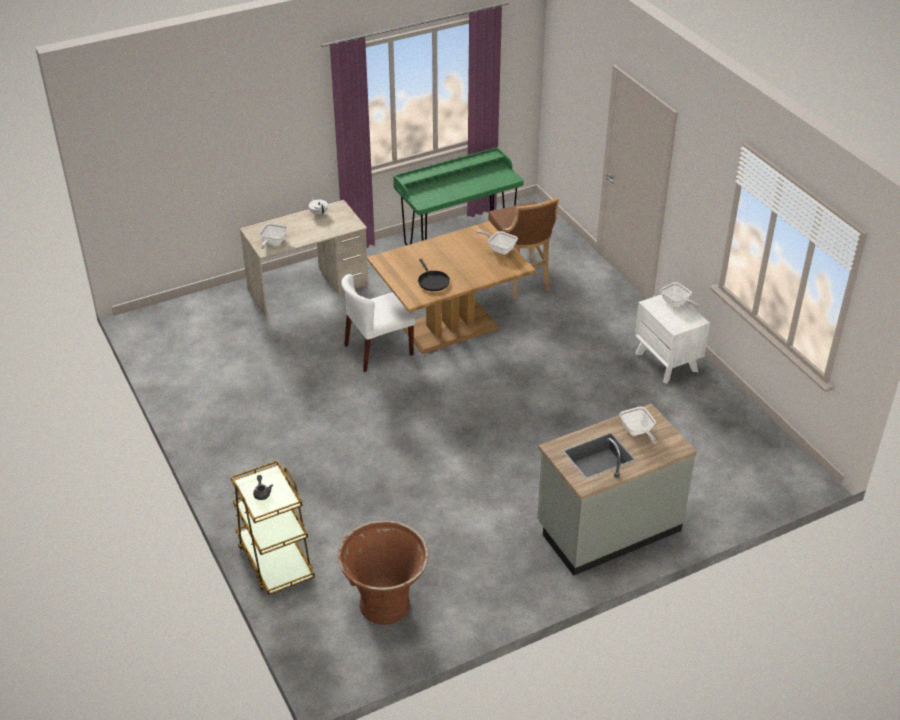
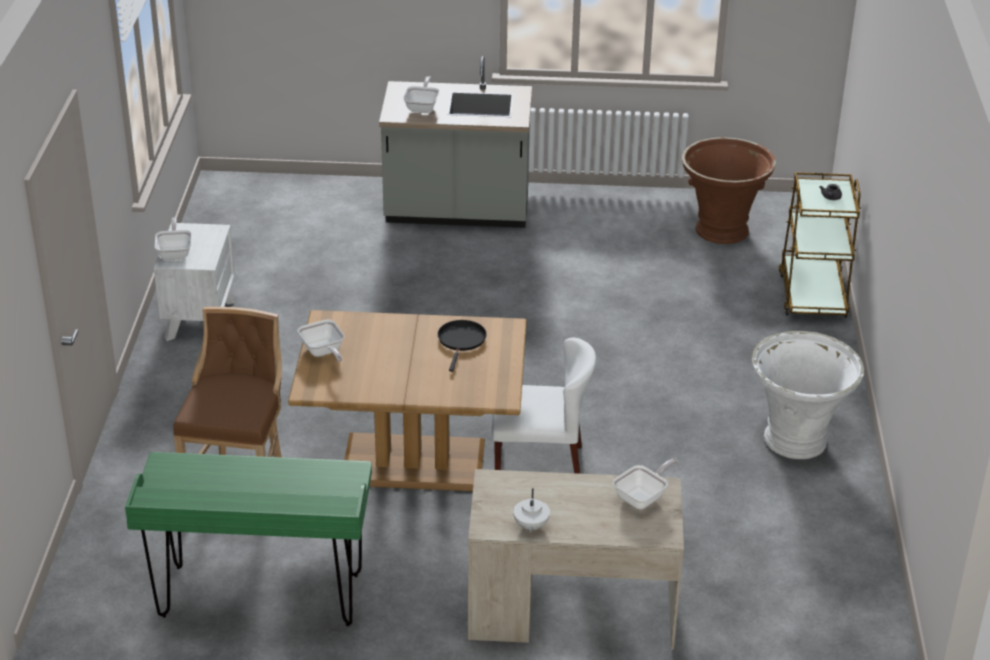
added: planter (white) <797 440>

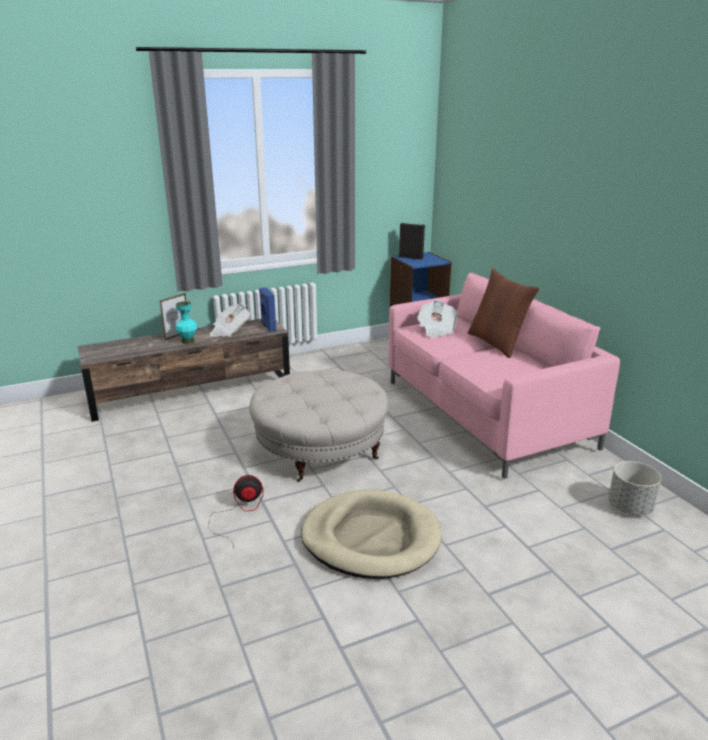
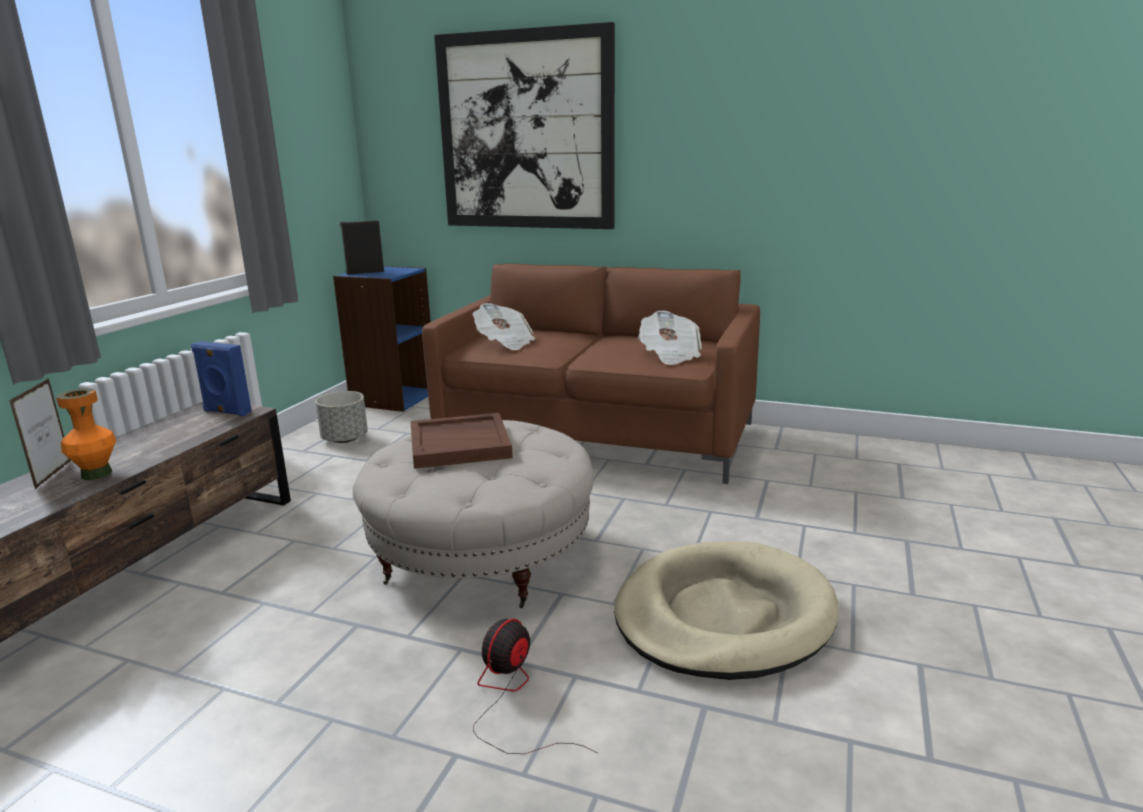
removed: pillow (brown) <496 344>
added: tray (brown) <460 444>; picture <526 132>
moved: planter (grey) <629 507> to <344 439>; newspaper <229 331> to <669 355>
recoloured: vase (turquoise) <188 341> to vase (orange) <96 474>; sofa (pink) <484 414> to sofa (brown) <596 437>

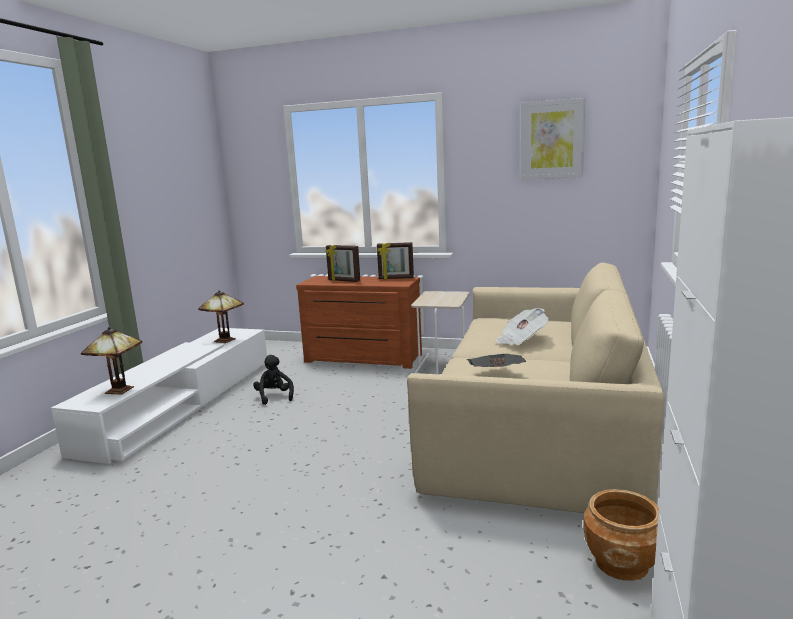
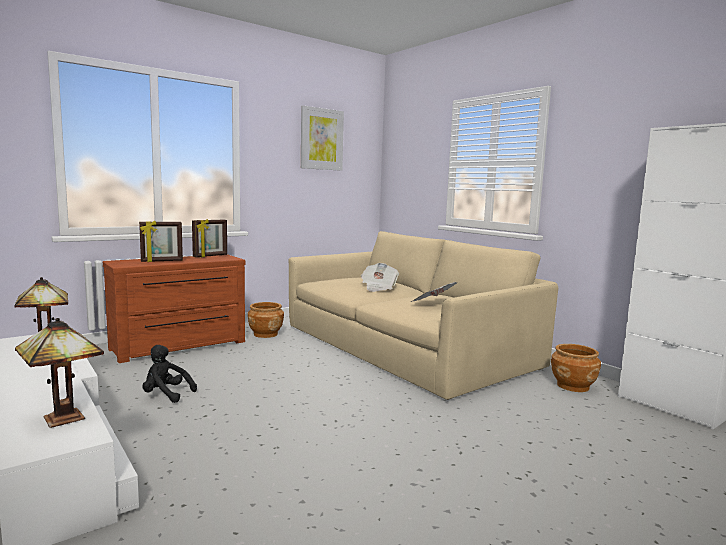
replaced: side table (beige) <443 365> to planter (brown) <265 334>

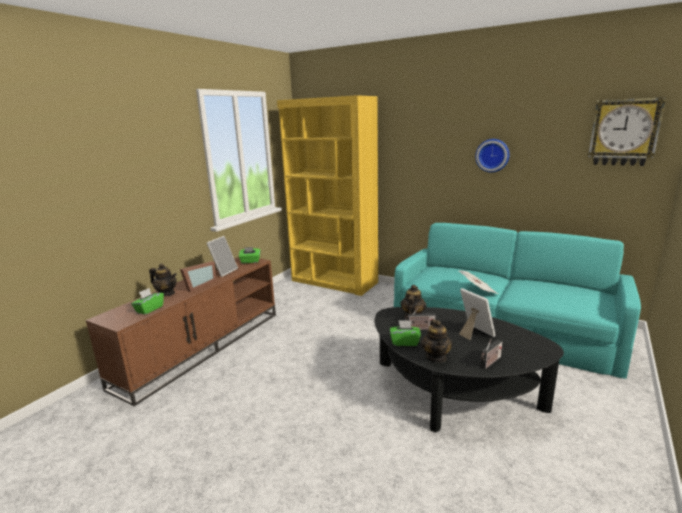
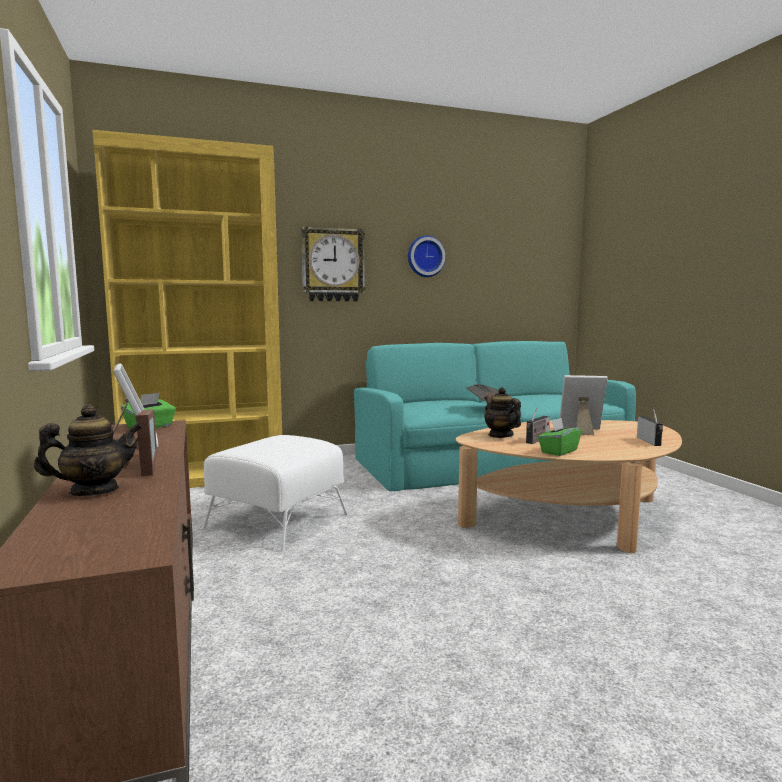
removed: tissue box (green) <149 309>; teapot <436 357>
added: ottoman (white) <276 521>
moved: wall clock <624 132> to <333 265>
recoloured: coffee table (black) <453 392> to coffee table (beige) <572 518>

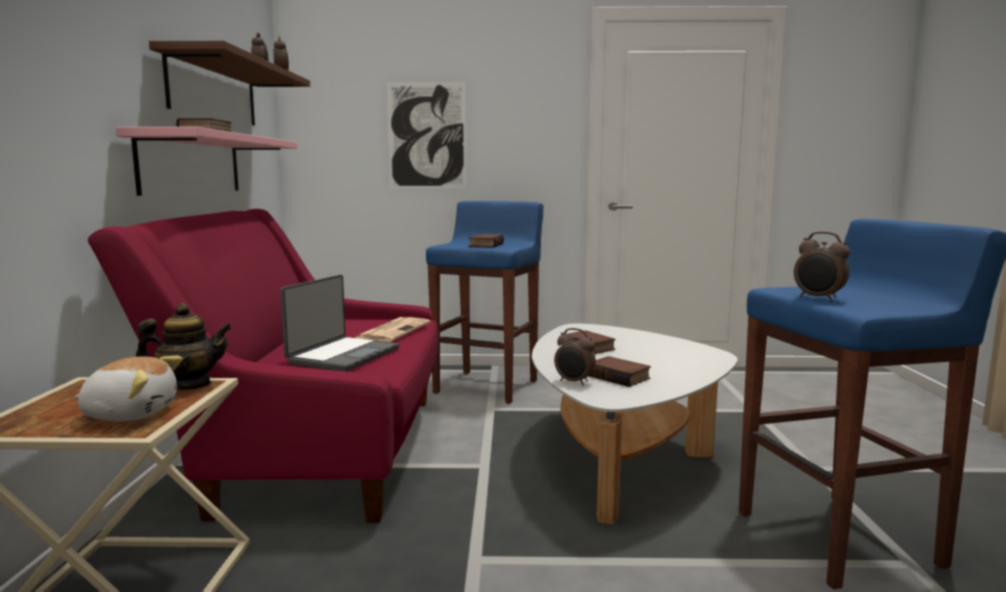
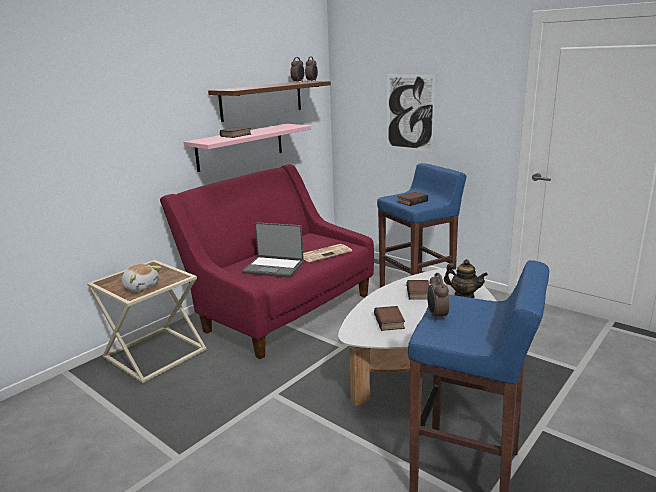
removed: alarm clock <574 382>
moved: teapot <188 385> to <464 296>
turned: laptop <342 356> = <274 267> 45 degrees clockwise

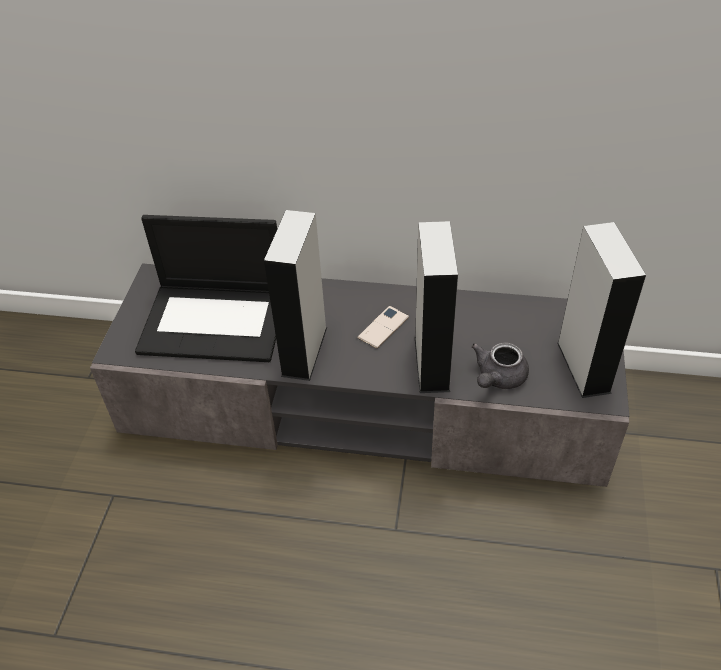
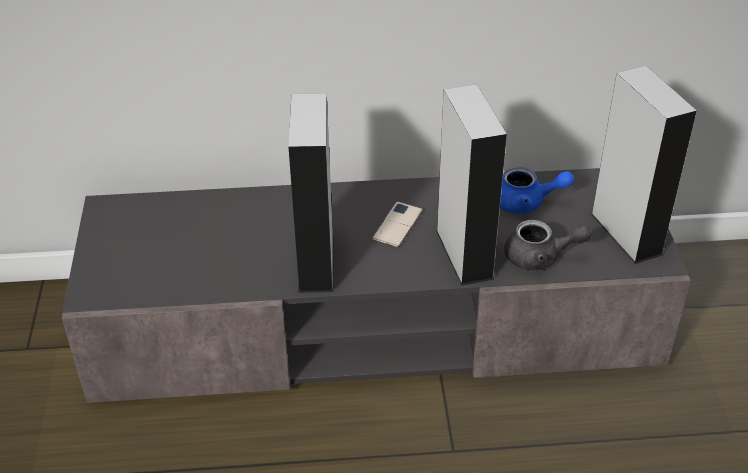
removed: laptop <216 321>
added: teapot (blue) <526 203>
turned: teapot (grey) <497 378> = <540 258> 105 degrees counterclockwise

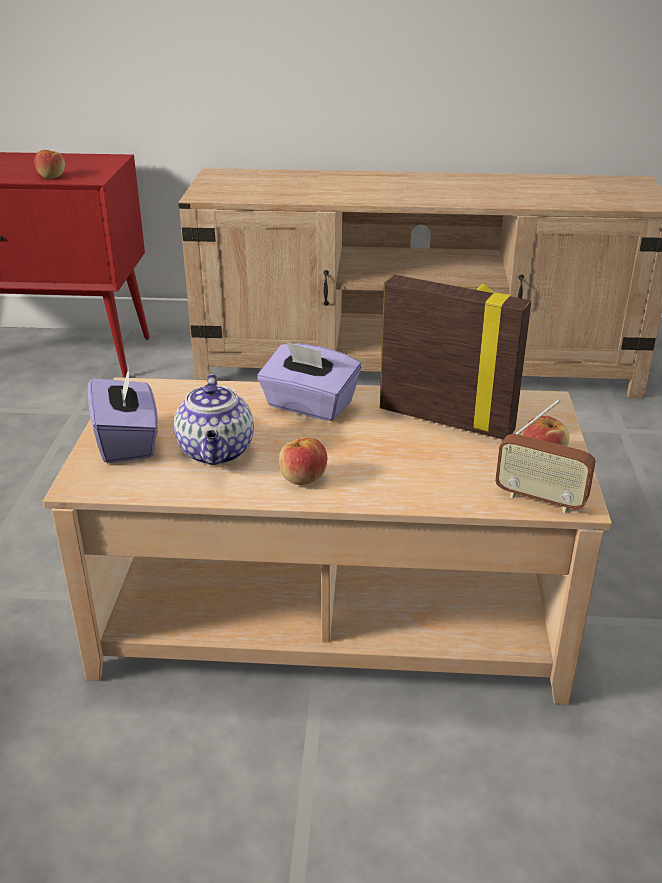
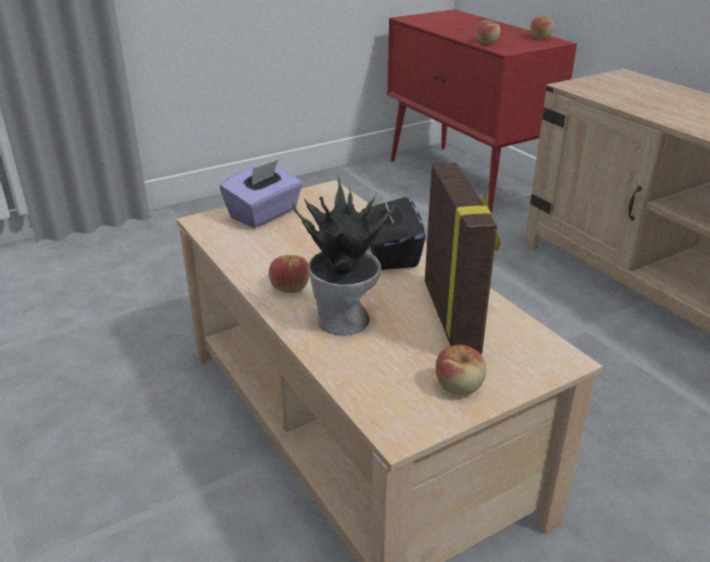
removed: teapot <217 453>; radio <540 499>
added: potted plant <345 321>; apple <540 37>
recoloured: tissue box (purple) <309 406> to tissue box (black) <390 253>

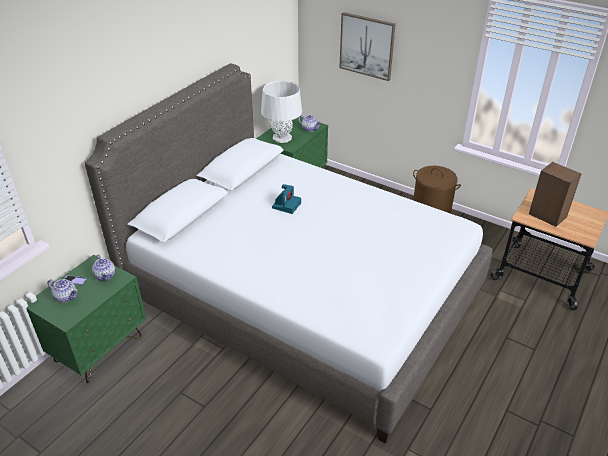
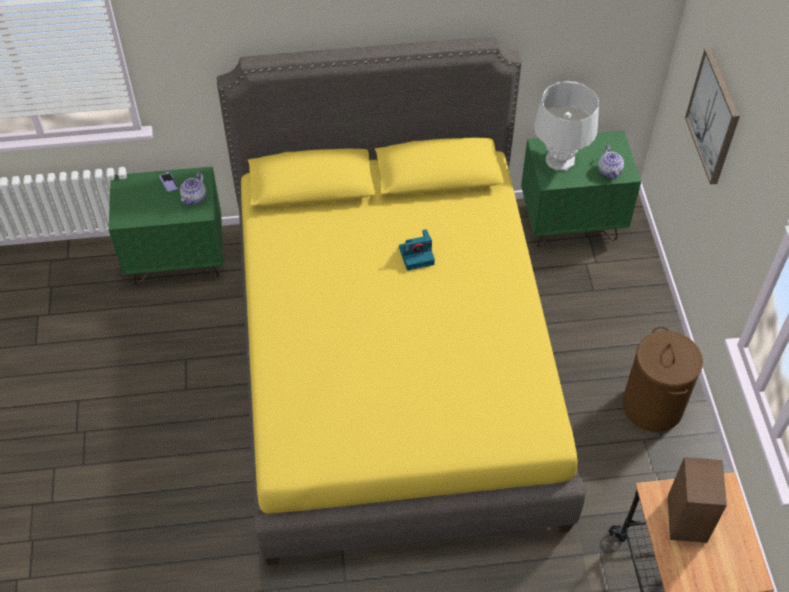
removed: teapot <66 297>
recoloured: bed (grey) <302 297> to bed (yellow) <393 366>

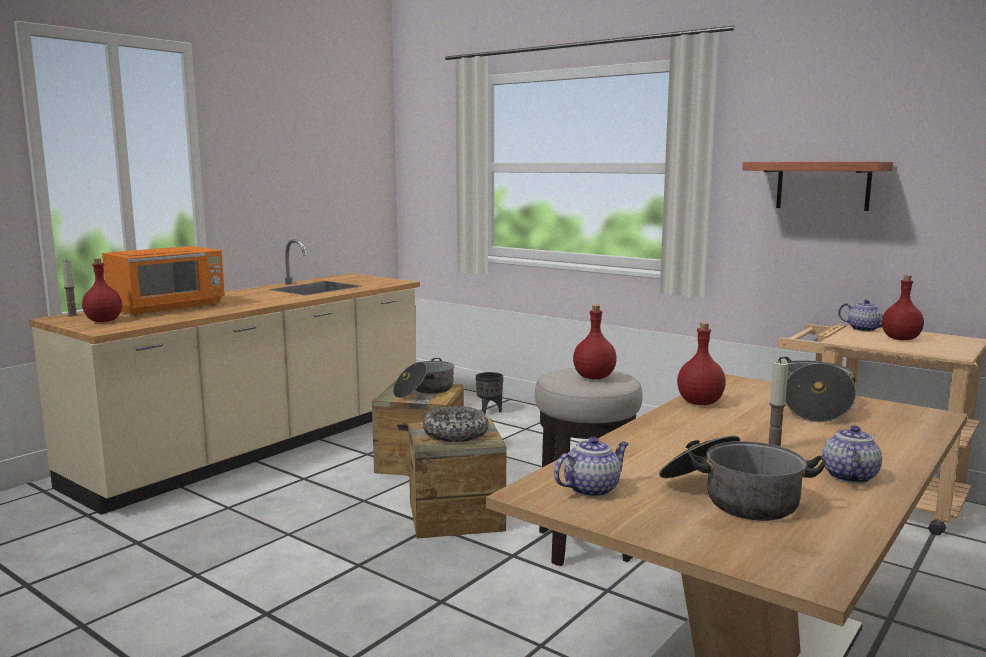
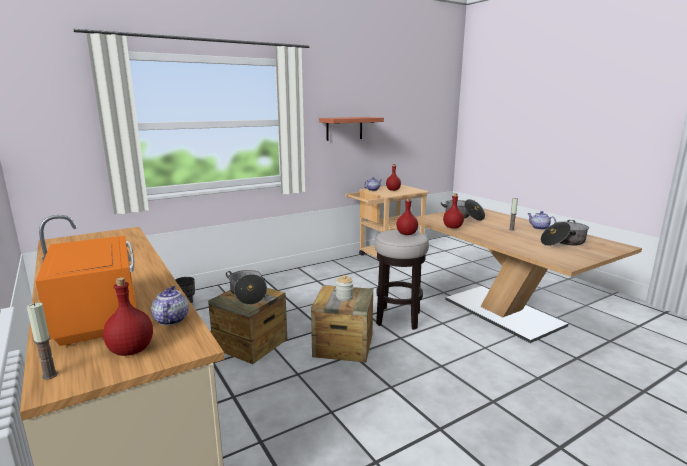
moved: teapot <592 489> to <171 319>
replaced: bowl <455 434> to jar <344 297>

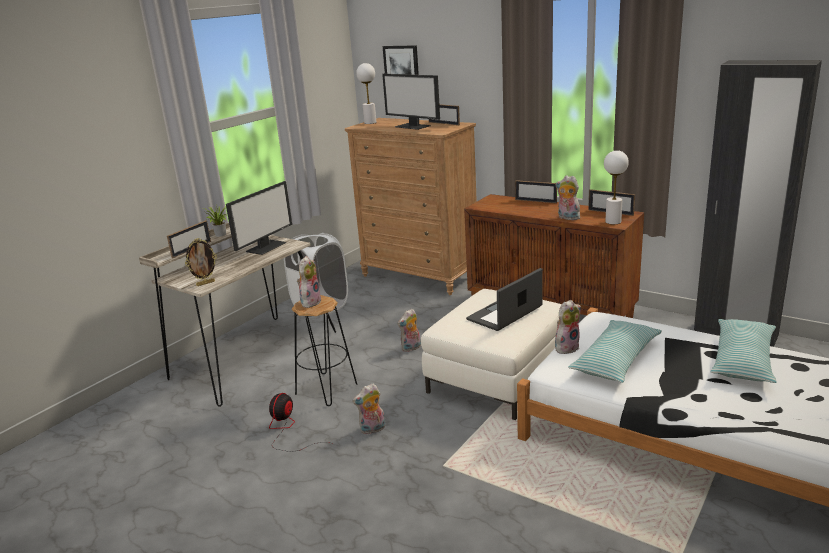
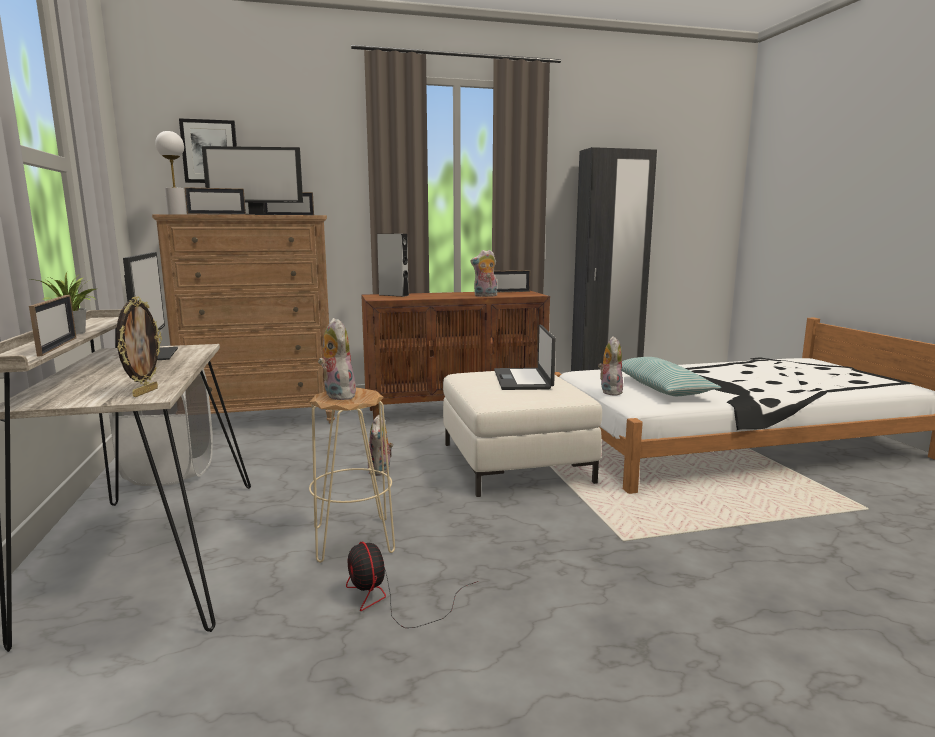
removed: plush toy <372 430>; table lamp (white) <613 222>; pillow <743 360>
added: speaker (grey) <393 295>
moved: picture frame <535 201> to <216 214>
recoloured: stool (black) <326 389> to stool (beige) <353 540>

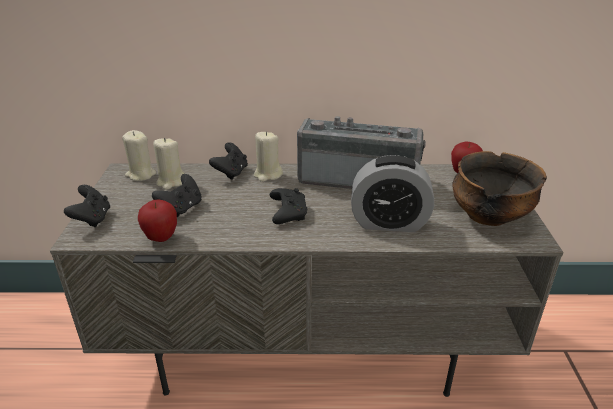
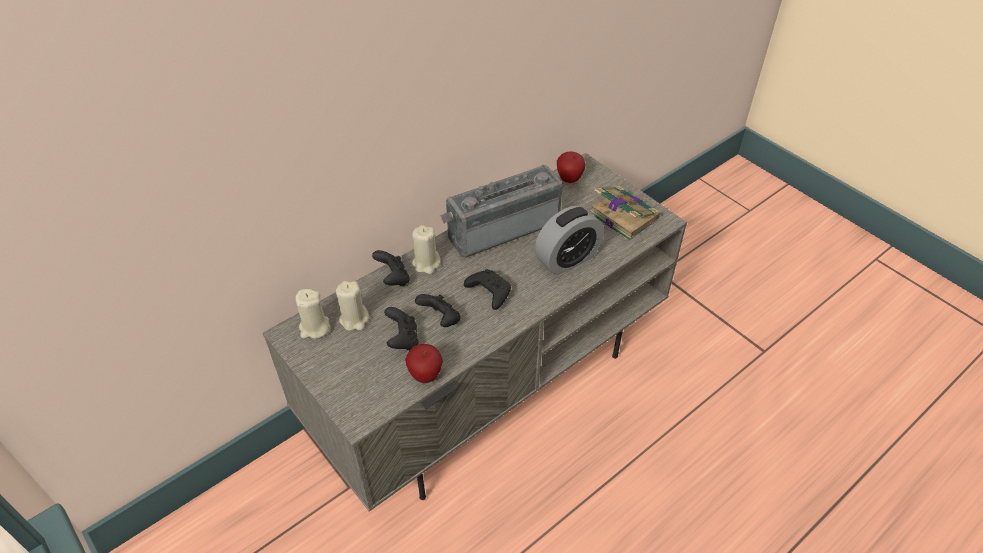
moved: game controller (black) <92 219> to <440 320>
replaced: bowl <488 216> to book <622 215>

